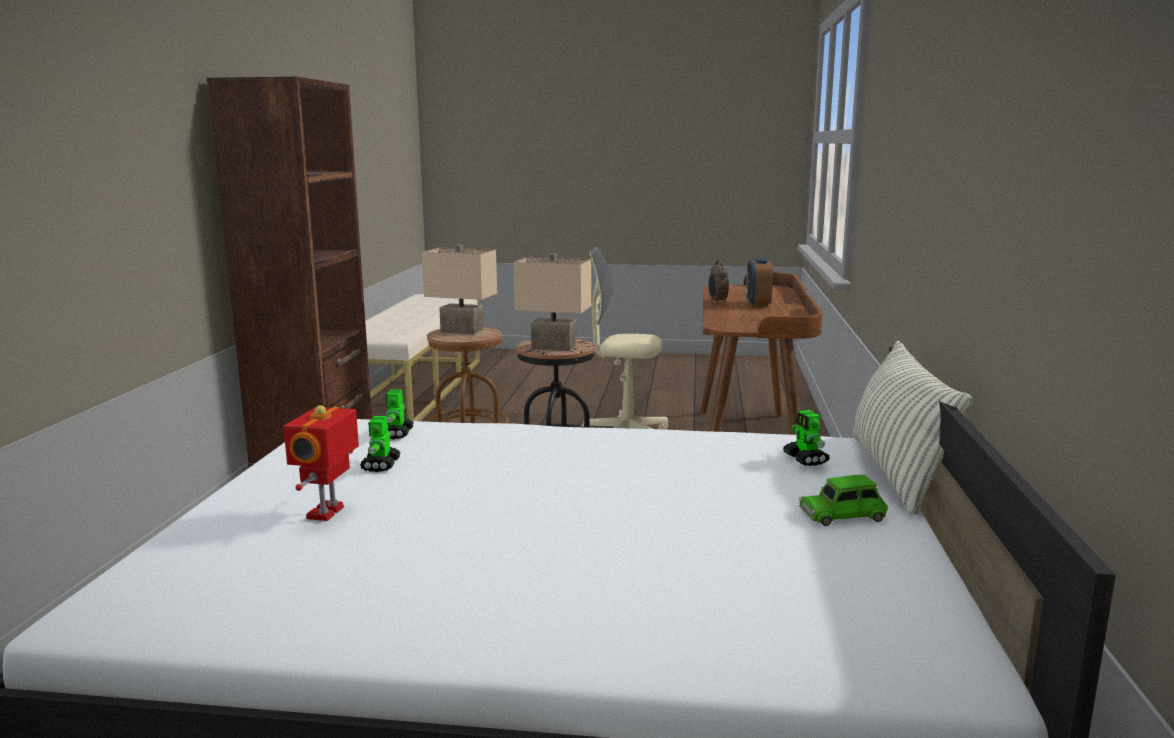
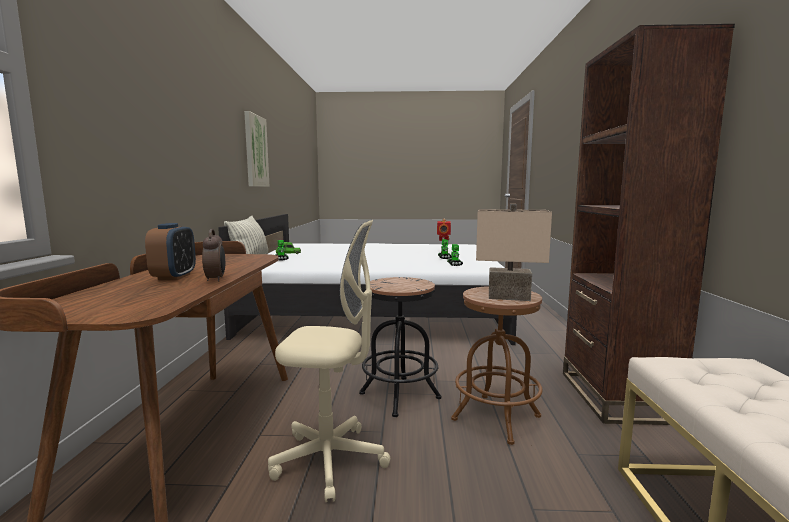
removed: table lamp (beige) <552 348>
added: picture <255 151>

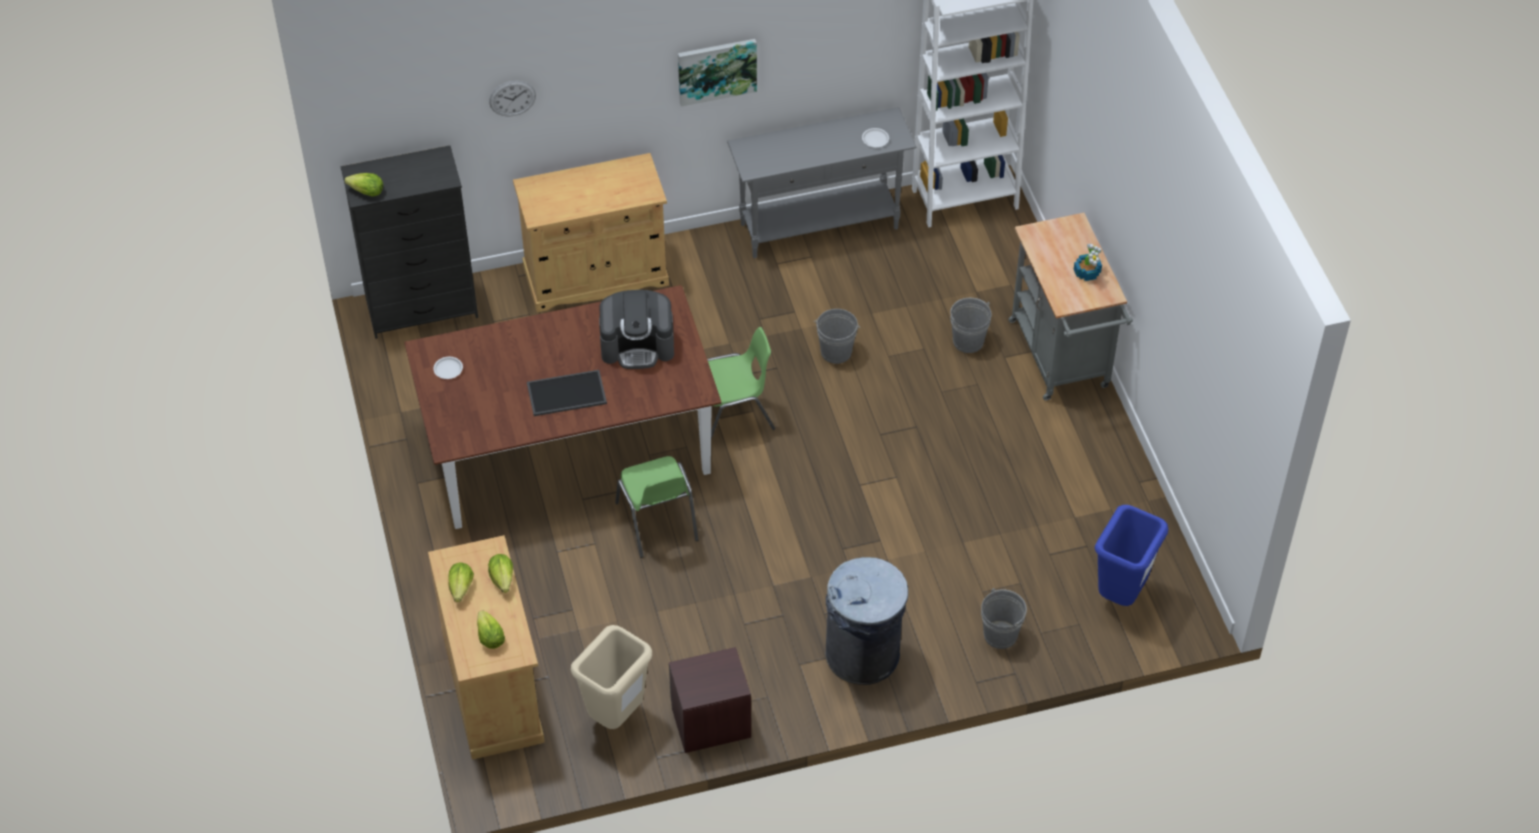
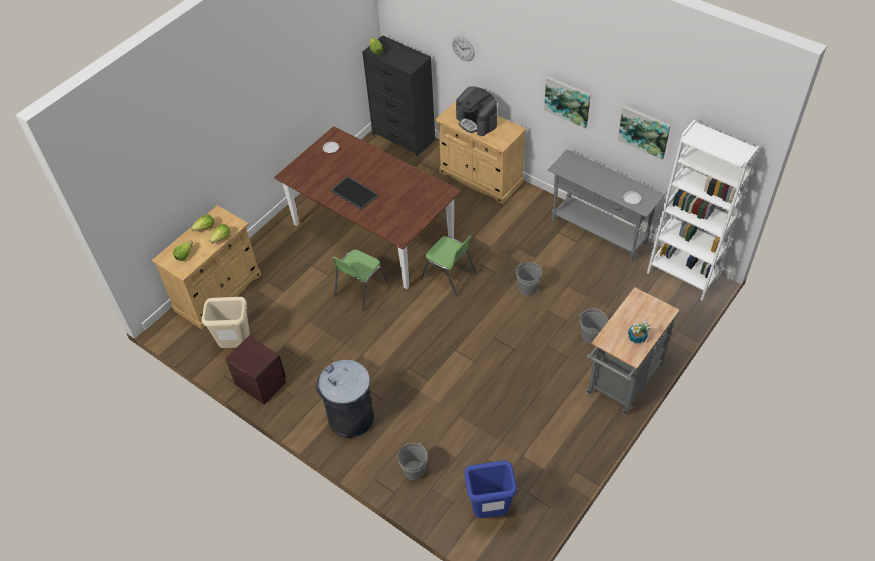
added: picture <644 131>
moved: coffee machine <638 345> to <477 121>

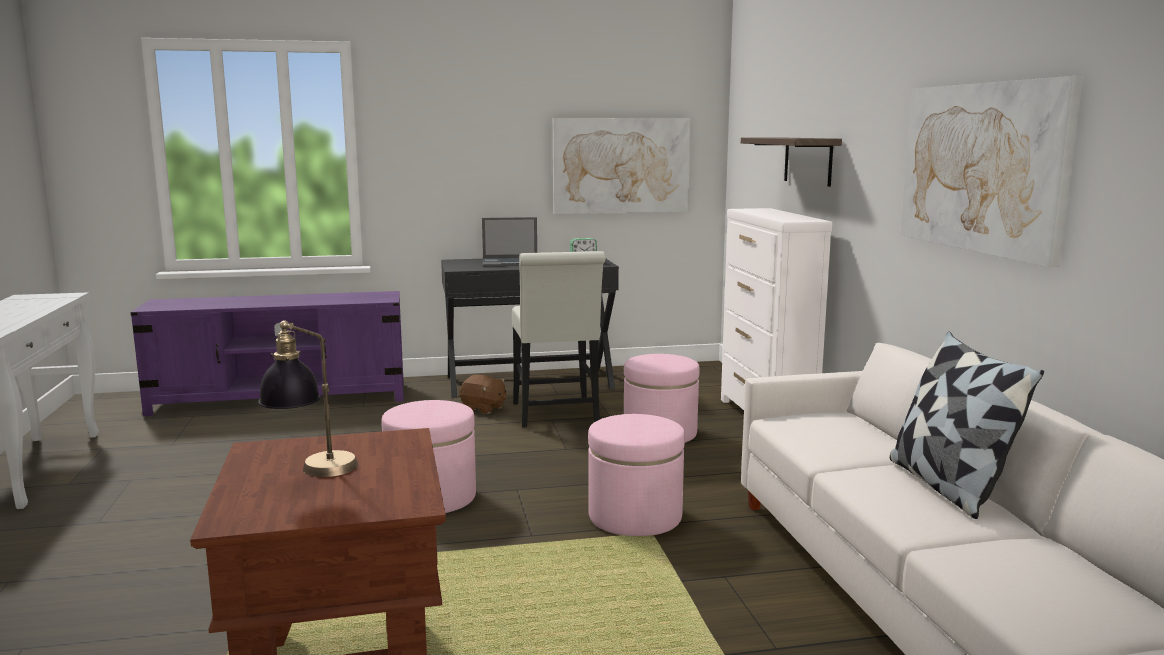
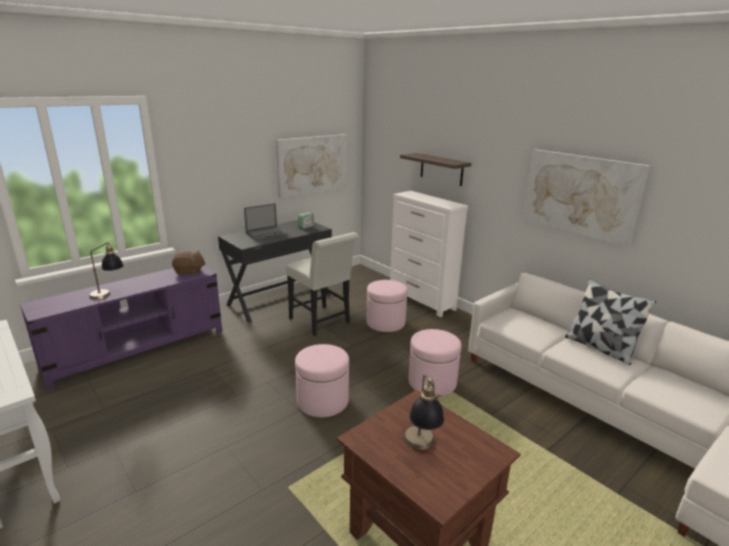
added: table lamp <109 294>
moved: plush toy (brown) <483 408> to <189 272>

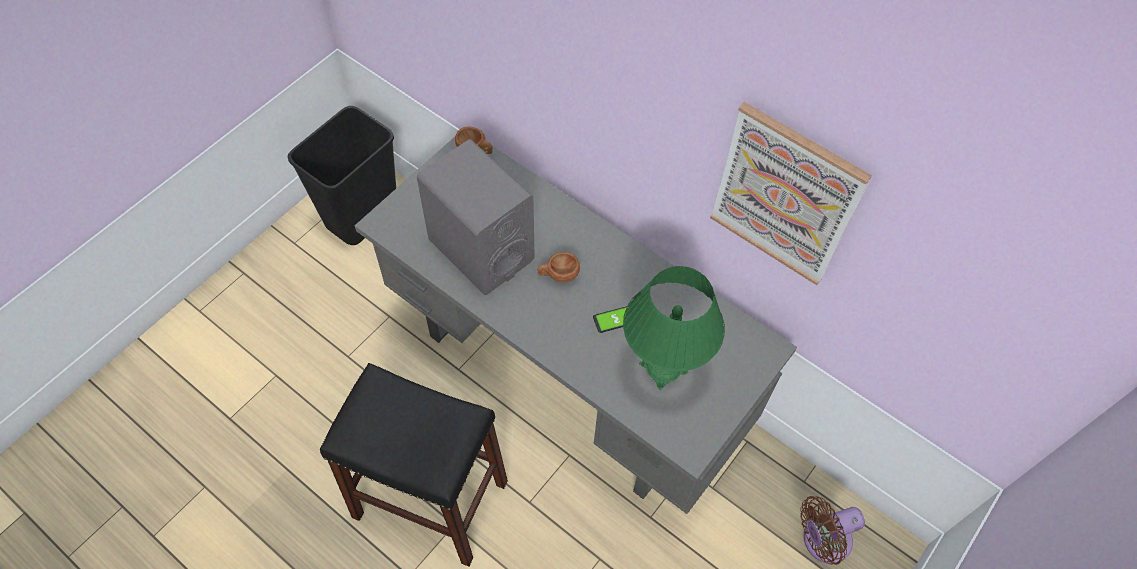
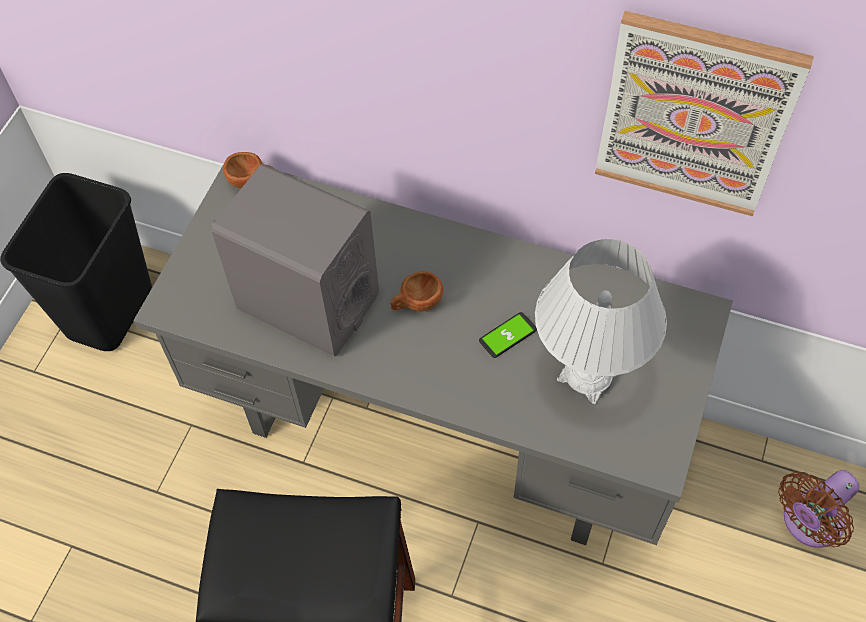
recoloured: table lamp (green) <663 368> to table lamp (white) <588 376>

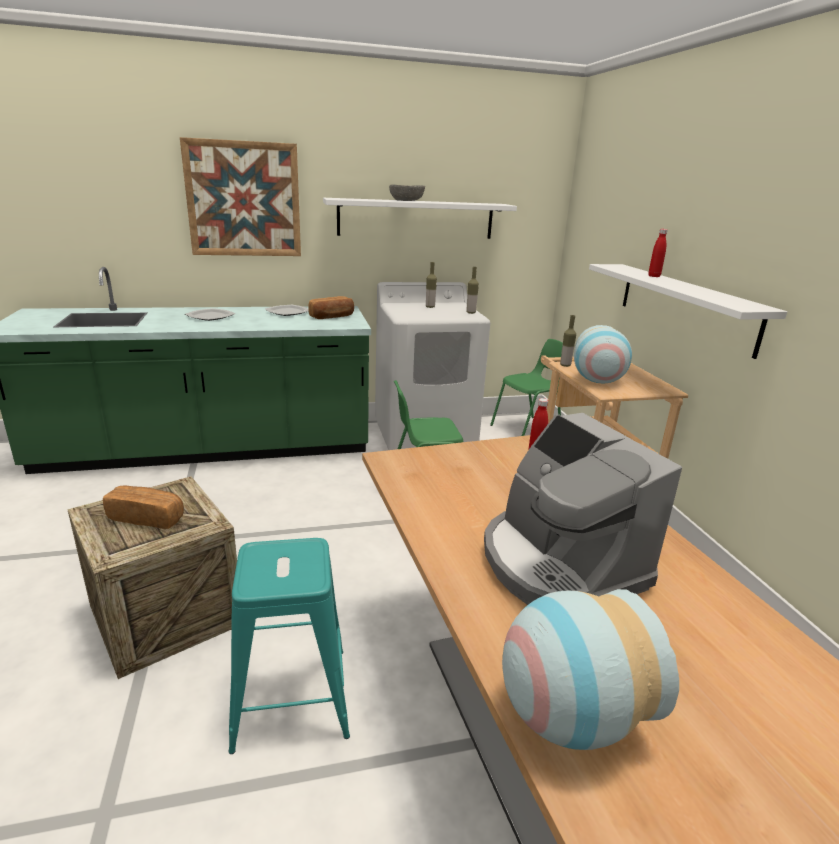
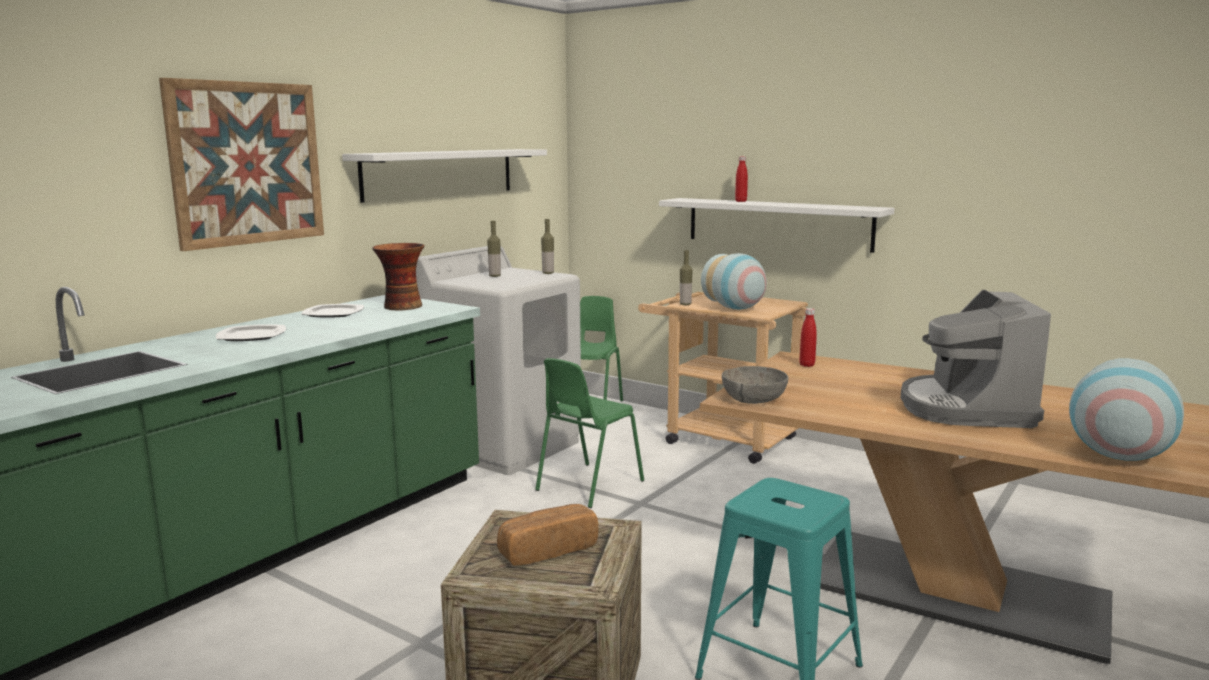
moved: bowl (grey) <406 200> to <753 399>
replaced: bread <332 316> to vase <401 306>
turned: coffee machine <559 563> = <966 408> 75 degrees clockwise

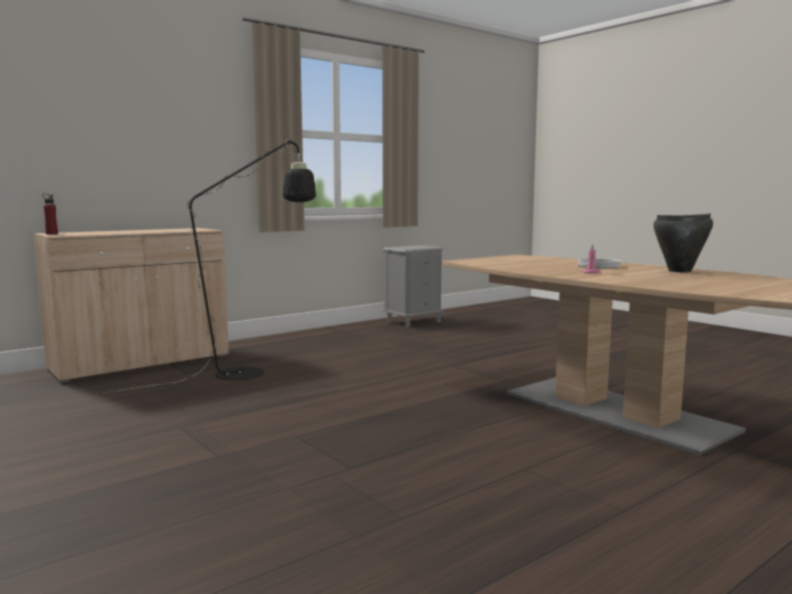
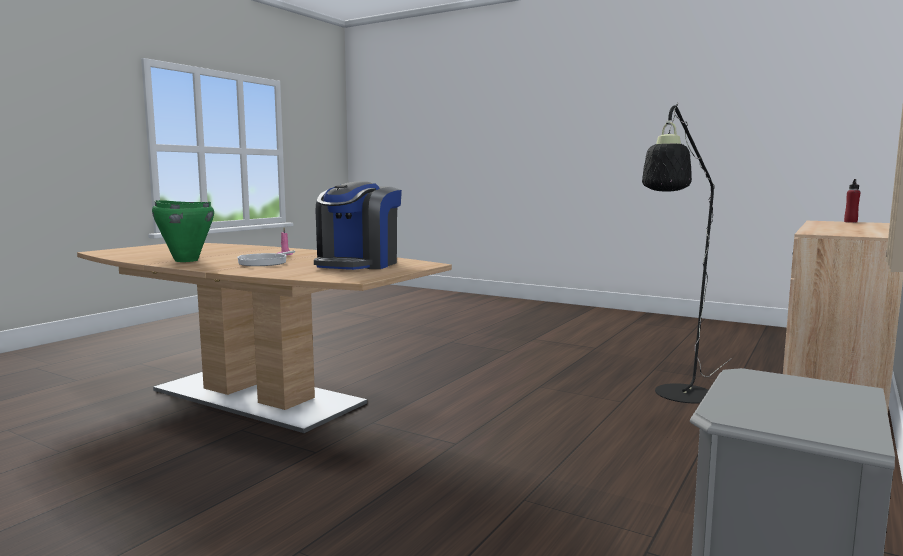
added: coffee machine <358 264>
recoloured: cooking pot (black) <680 271> to cooking pot (green) <186 260>

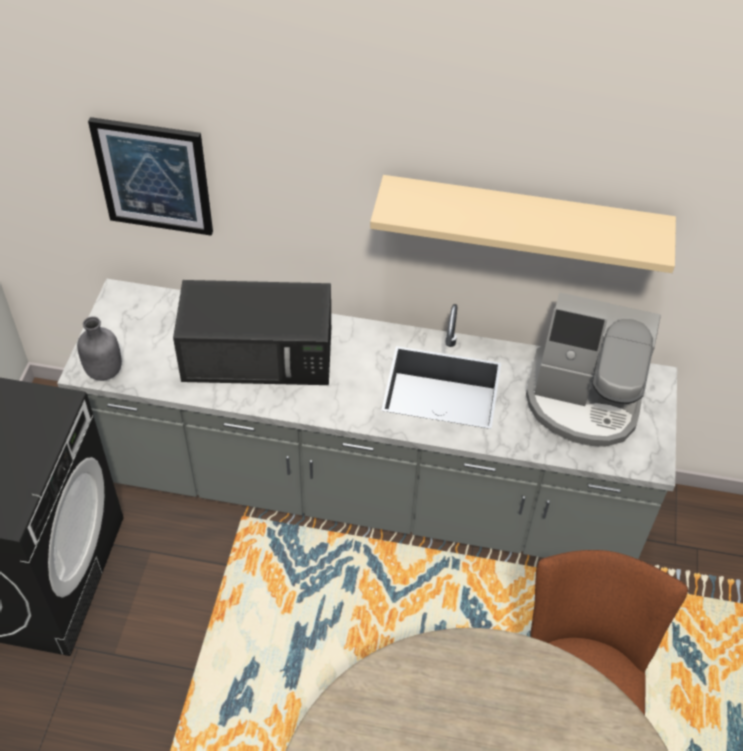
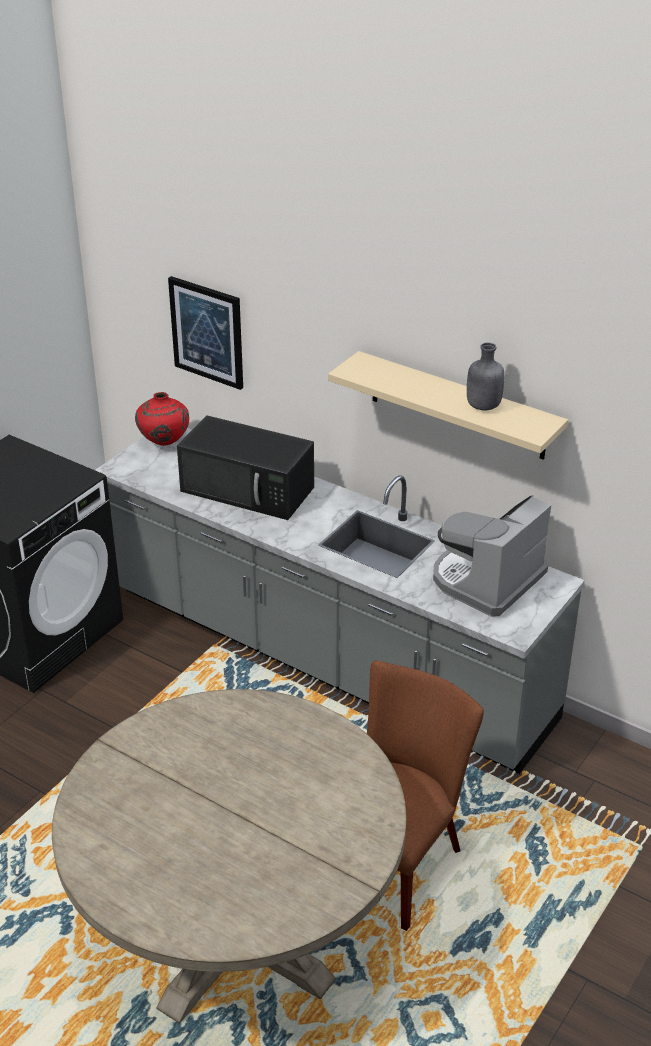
added: vase (red) <164 443>
moved: bottle (grey) <103 371> to <482 406>
turned: coffee machine <584 400> = <486 580> 90 degrees clockwise

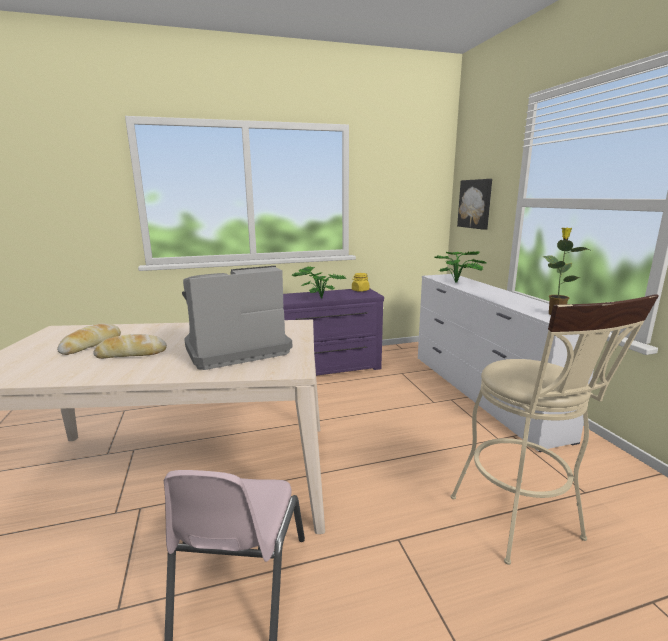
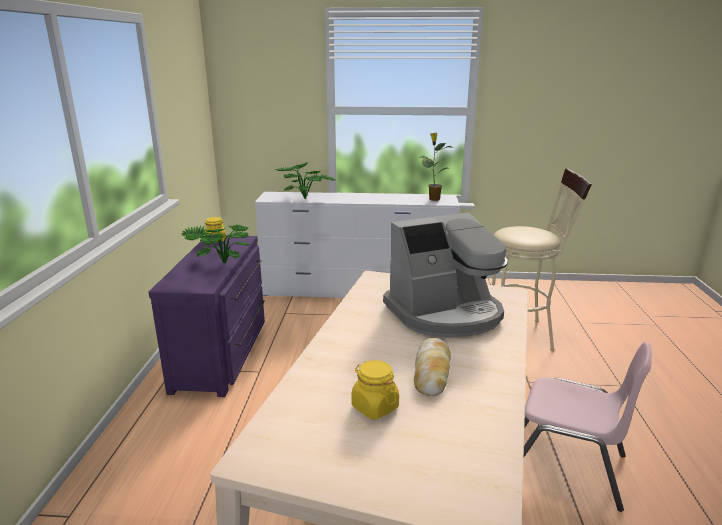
removed: picture <475 204>
replaced: bread <91 345> to jar (yellow) <374 407>
turned: coffee machine <235 349> = <445 313> 105 degrees counterclockwise

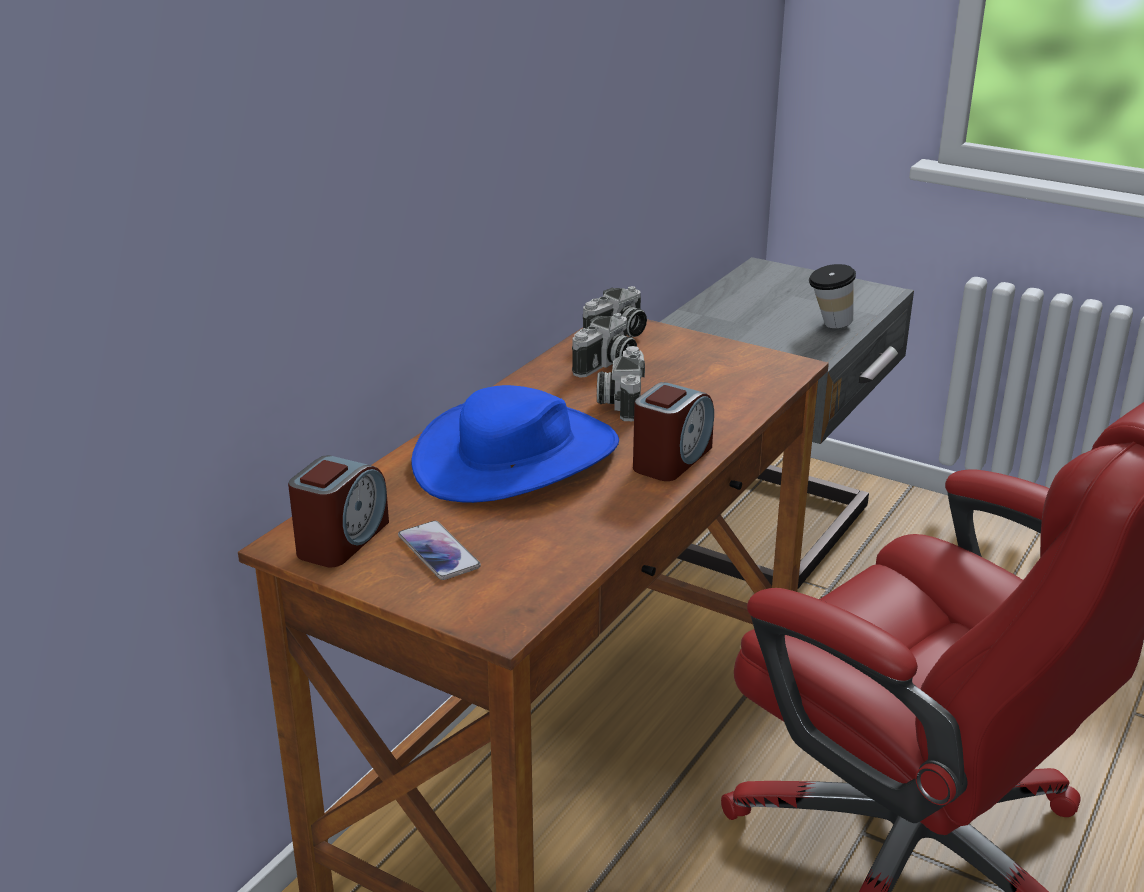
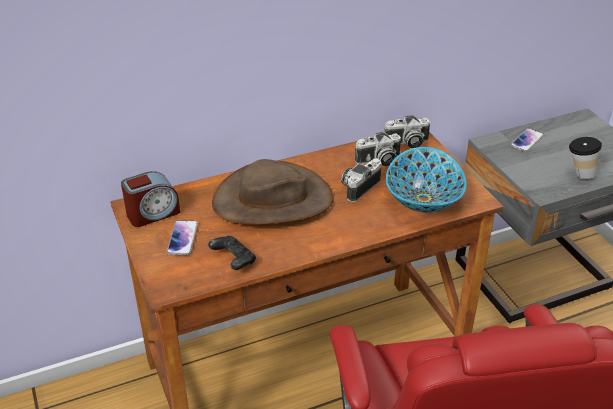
removed: alarm clock <671 459>
added: game controller (black) <233 260>; bowl <422 199>; phone <527 141>
recoloured: hat (blue) <517 457> to hat (brown) <272 200>

